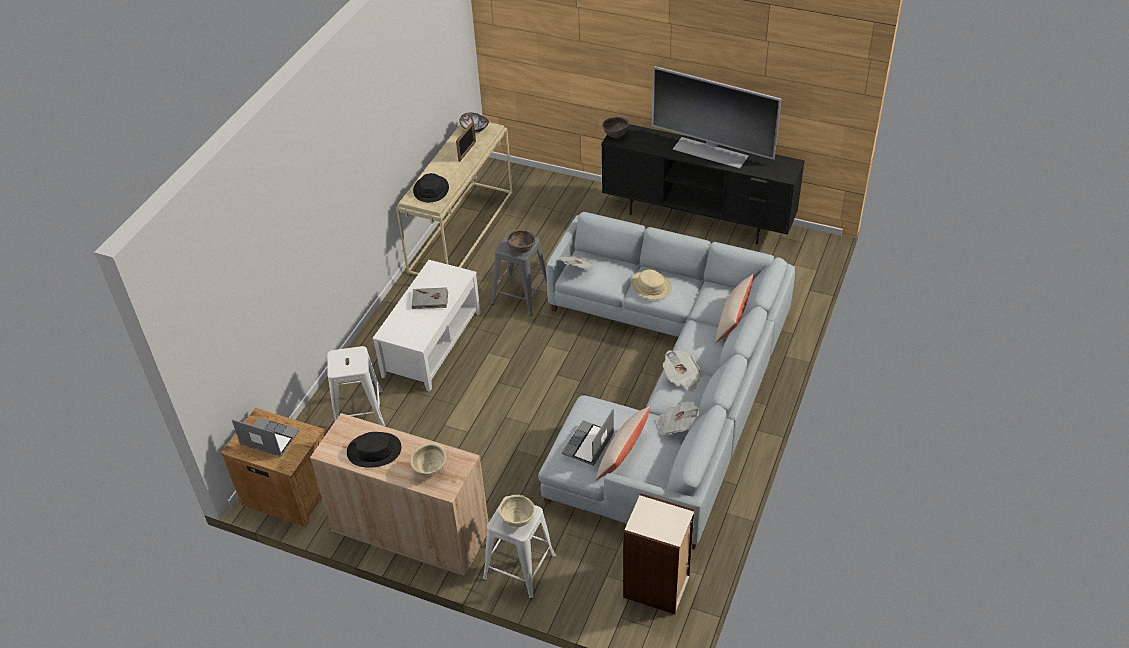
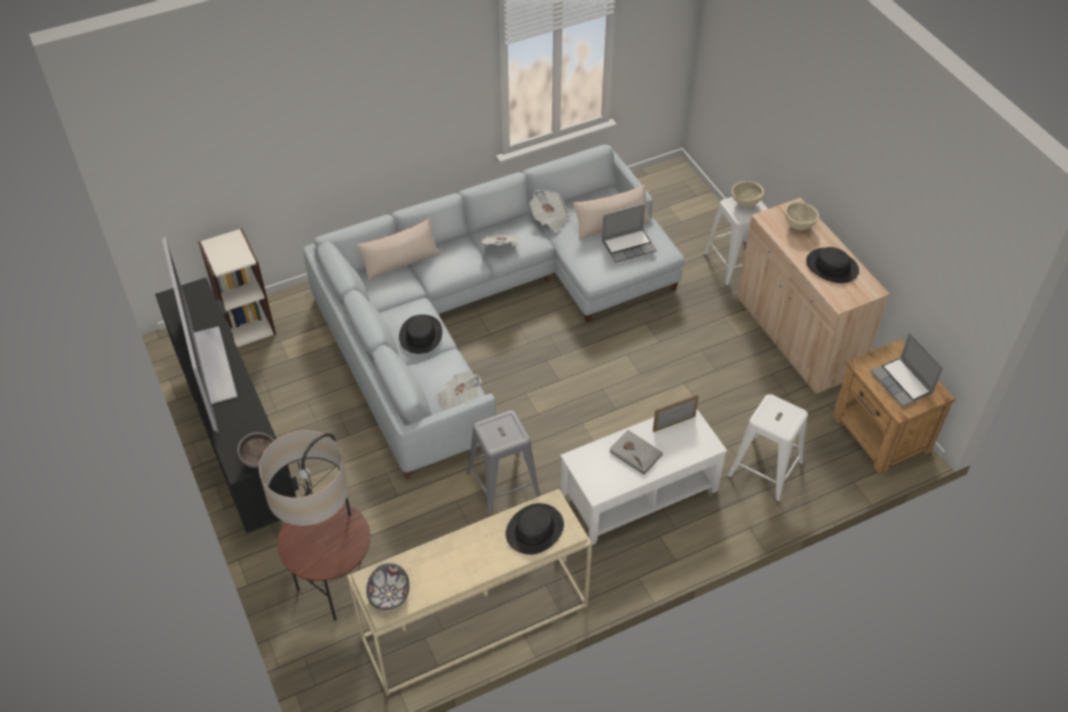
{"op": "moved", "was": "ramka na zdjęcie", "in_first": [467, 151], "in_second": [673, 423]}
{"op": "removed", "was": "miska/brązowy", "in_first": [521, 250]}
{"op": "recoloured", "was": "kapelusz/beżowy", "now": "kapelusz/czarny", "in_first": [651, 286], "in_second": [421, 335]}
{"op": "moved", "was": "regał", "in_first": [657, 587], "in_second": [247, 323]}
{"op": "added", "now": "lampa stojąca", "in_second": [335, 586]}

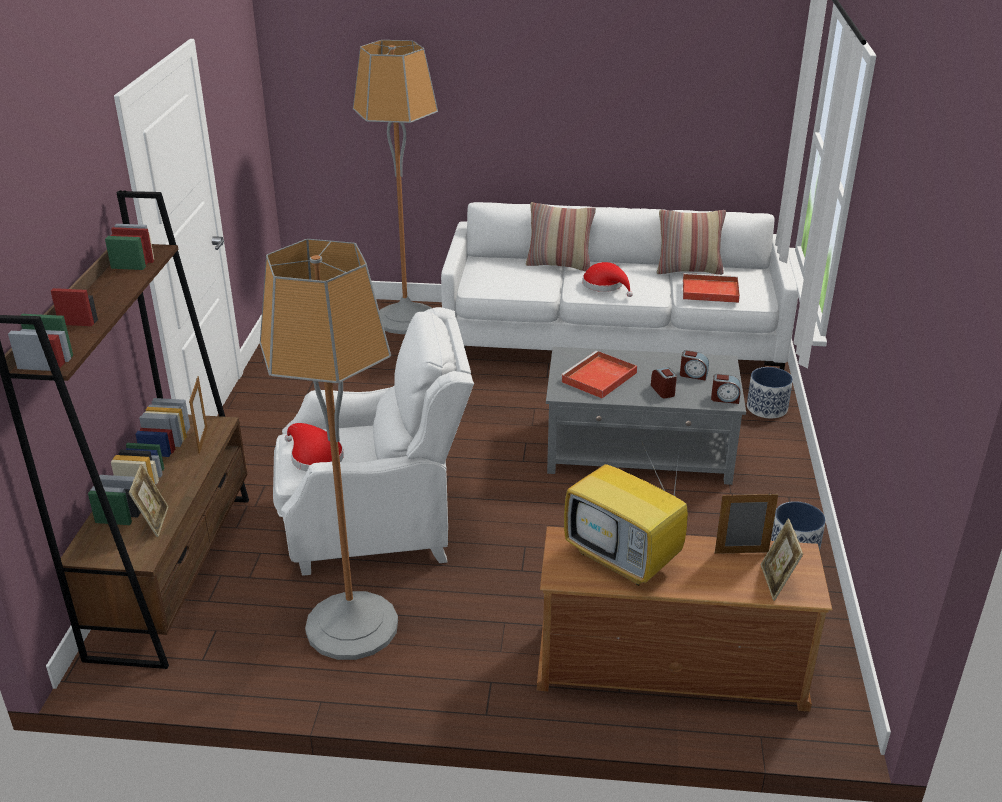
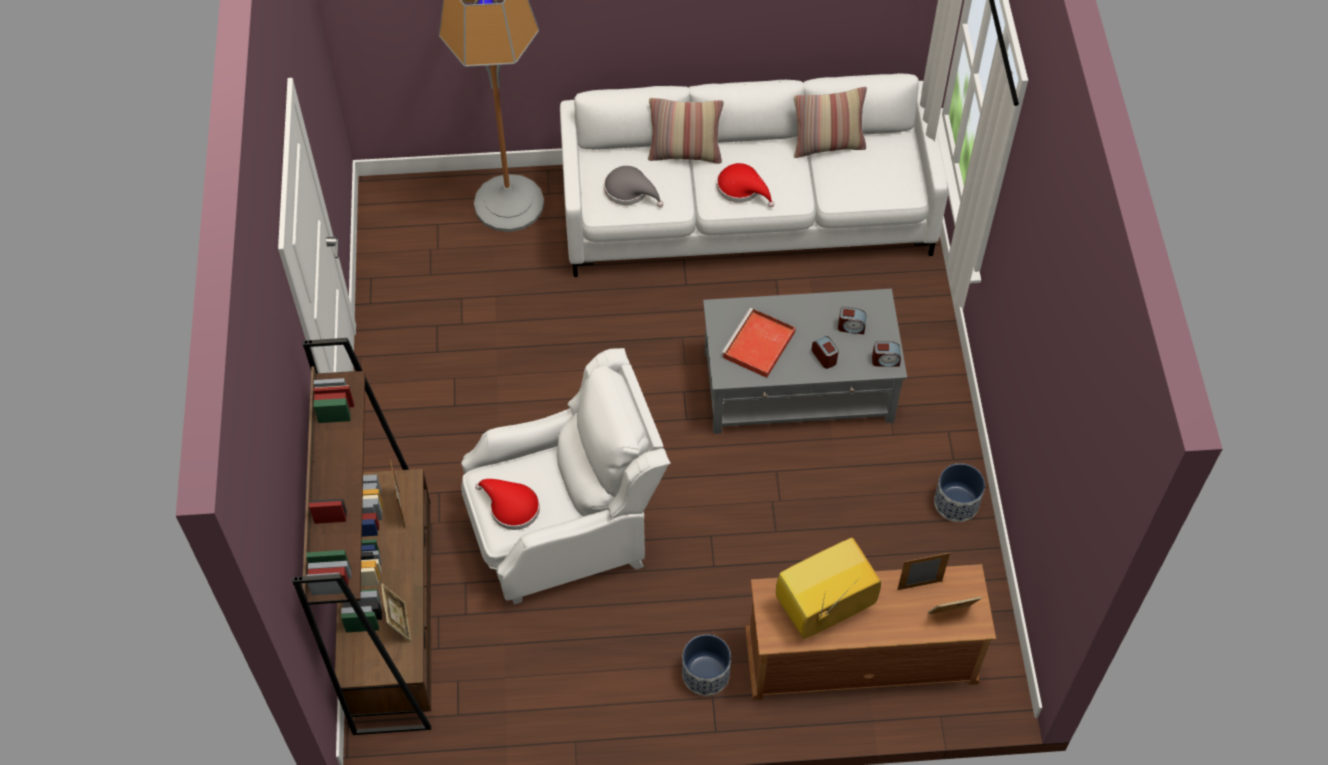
{"op": "removed", "was": "lampa stojąca", "in_first": [351, 626]}
{"op": "removed", "was": "taca/czerwony", "in_first": [708, 291]}
{"op": "moved", "was": "donica", "in_first": [767, 408], "in_second": [705, 674]}
{"op": "turned", "was": "telewizor", "in_first": [625, 559], "in_second": [823, 609], "clockwise": 120}
{"op": "turned", "was": "ramka na zdjęcie", "in_first": [777, 582], "in_second": [951, 616], "clockwise": 90}
{"op": "added", "now": "kapelusz/szary", "in_second": [630, 190]}

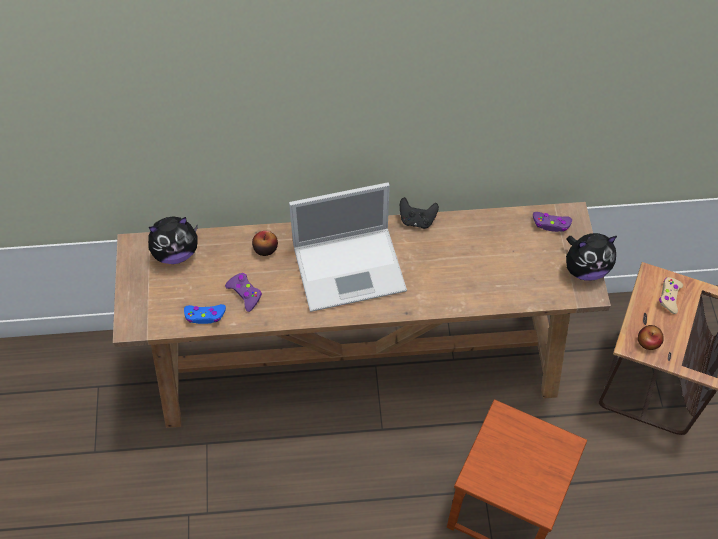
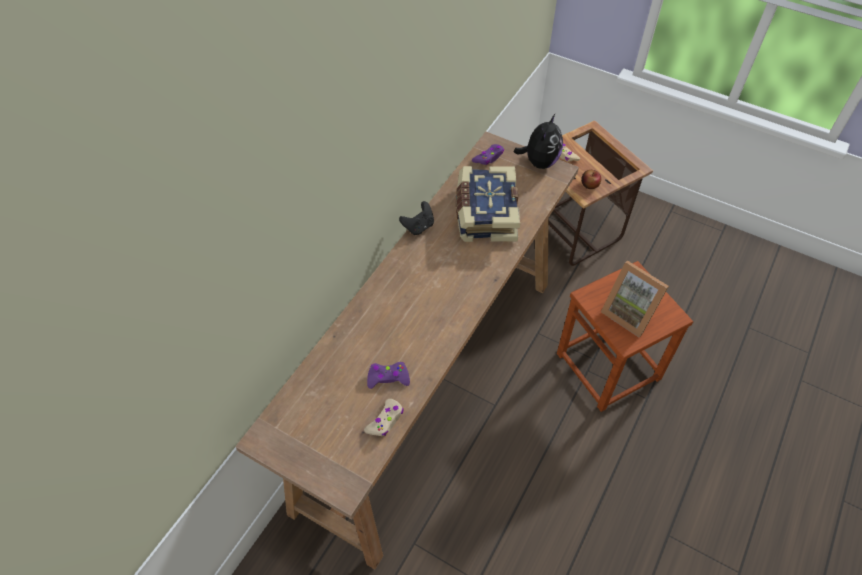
{"op": "removed", "was": "laptop", "in_first": [351, 268]}
{"op": "removed", "was": "pluszak", "in_first": [176, 252]}
{"op": "removed", "was": "jabłko", "in_first": [265, 248]}
{"op": "recoloured", "was": "pad do gier/niebieski", "now": "pad do gier/beżowy", "in_first": [205, 316], "in_second": [385, 421]}
{"op": "added", "now": "książka", "in_second": [485, 214]}
{"op": "added", "now": "ramka na zdjęcie", "in_second": [629, 313]}

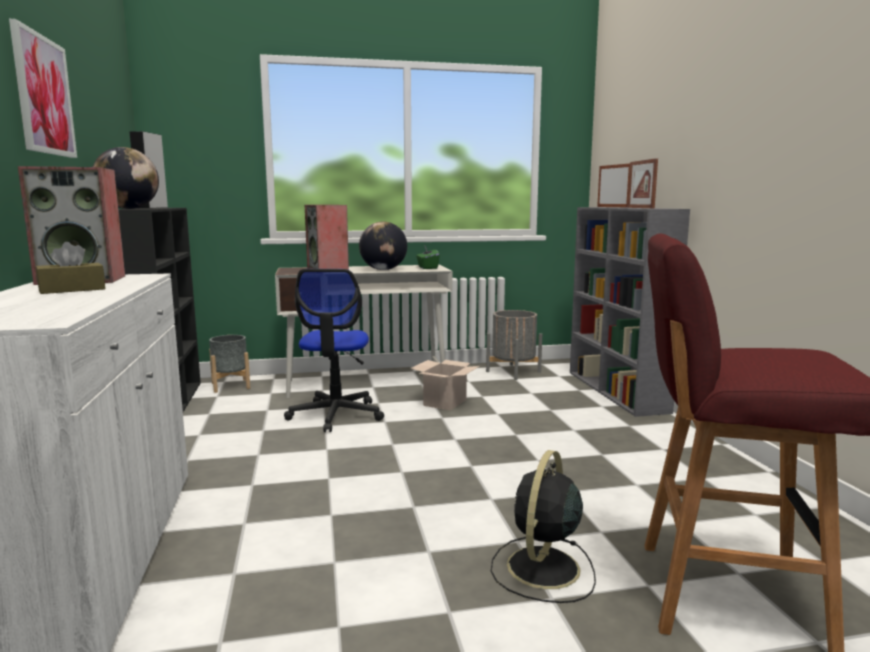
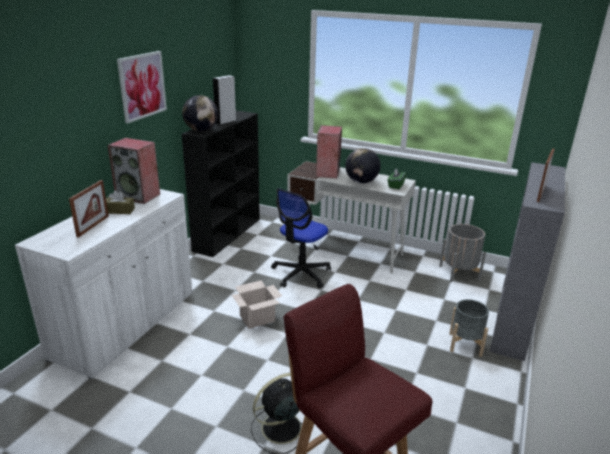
{"op": "moved", "was": "ramka na zdjęcie", "in_first": [613, 207], "in_second": [93, 226]}
{"op": "moved", "was": "donica/szary", "in_first": [230, 386], "in_second": [465, 344]}
{"op": "moved", "was": "karton", "in_first": [445, 402], "in_second": [258, 318]}

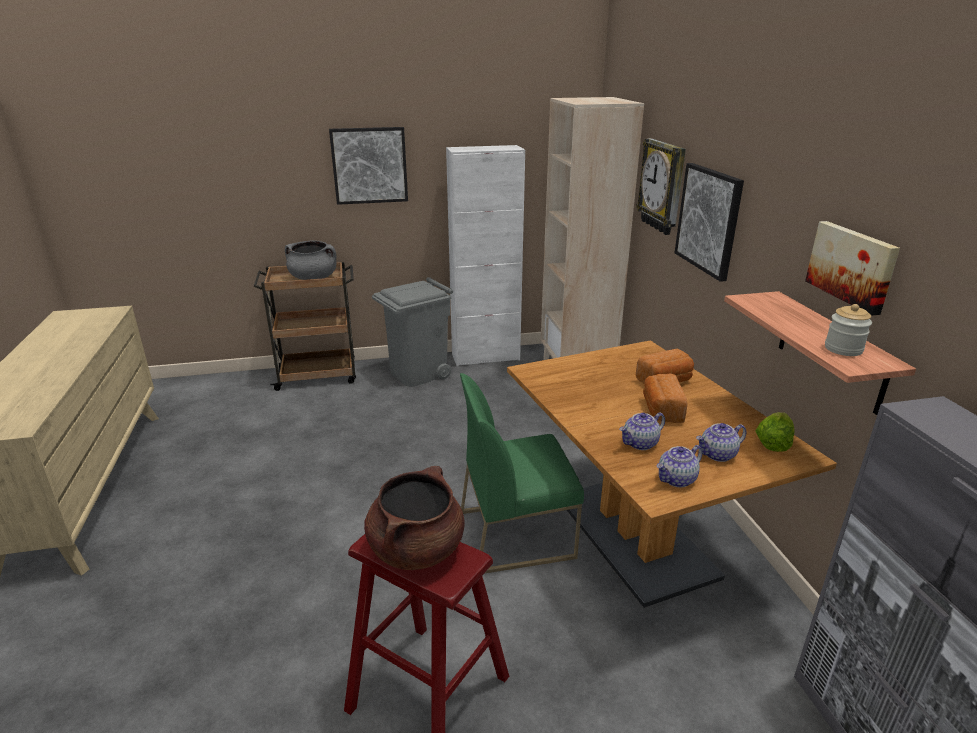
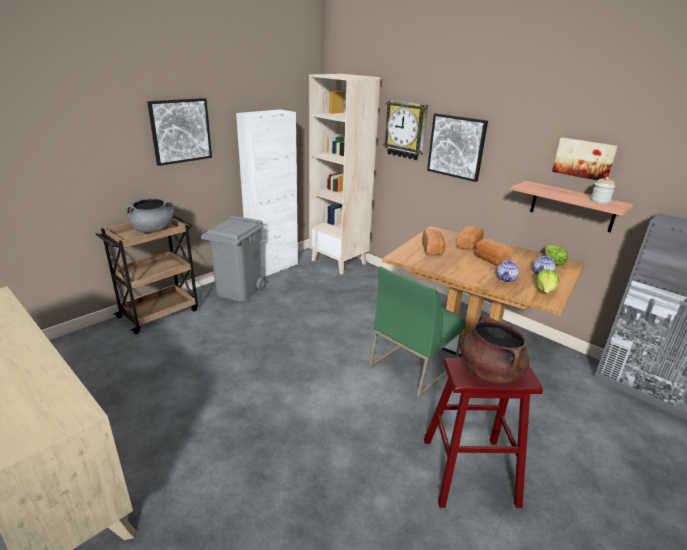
{"op": "replaced", "was": "imbryk", "now": "sałata", "in_first": [677, 480], "in_second": [545, 291]}
{"op": "added", "now": "chleb", "in_second": [432, 250]}

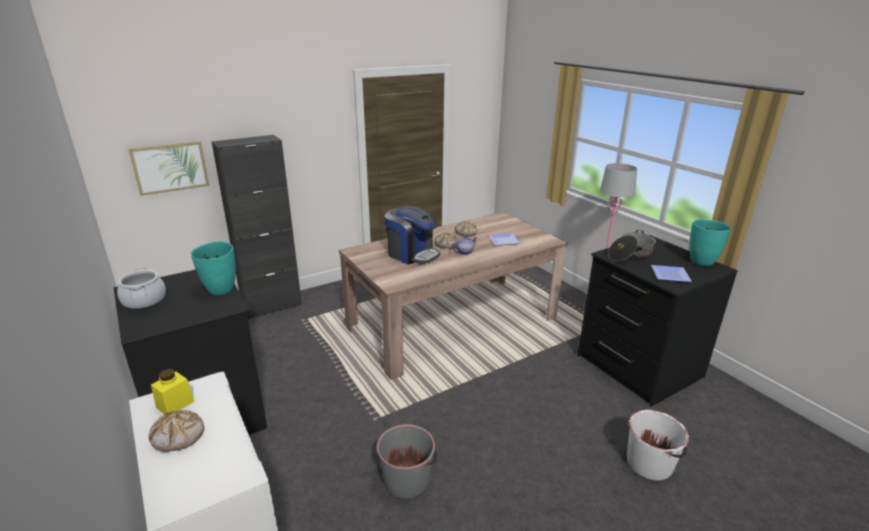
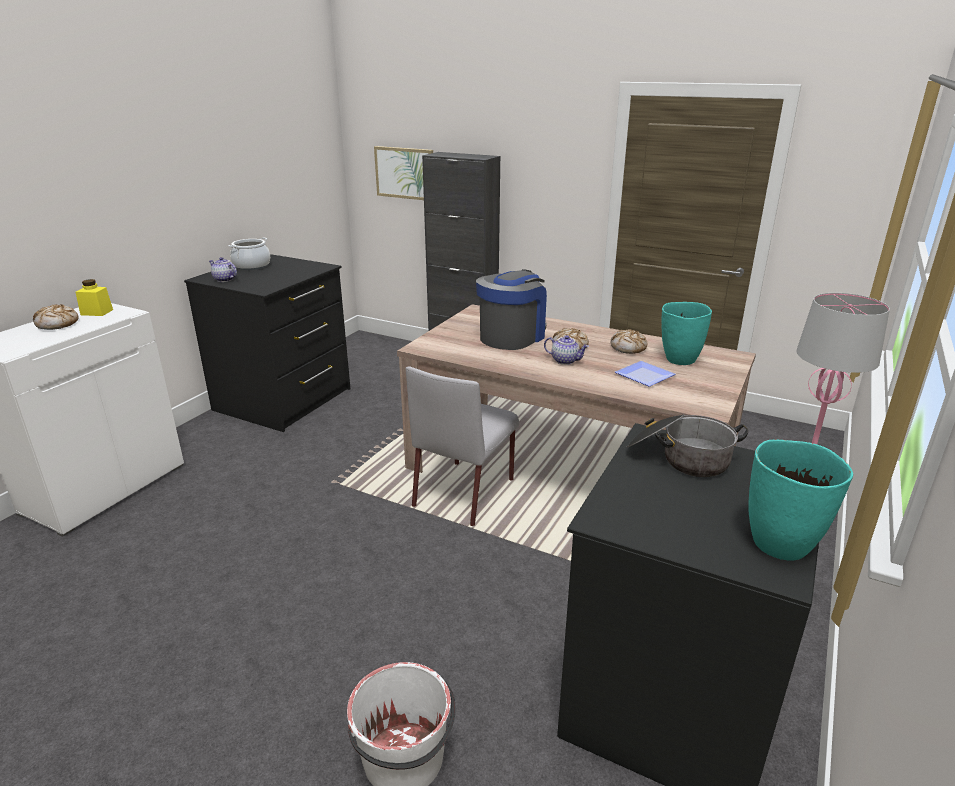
{"op": "turned", "was": "ekspres do kawy", "in_first": [412, 254], "in_second": [512, 336], "clockwise": -150}
{"op": "moved", "was": "wazon/turkusowy", "in_first": [220, 290], "in_second": [679, 360]}
{"op": "removed", "was": "talerz", "in_first": [671, 275]}
{"op": "removed", "was": "wiadro/szary", "in_first": [407, 479]}
{"op": "added", "now": "imbryk", "in_second": [224, 280]}
{"op": "added", "now": "krzesło/szary", "in_second": [465, 491]}

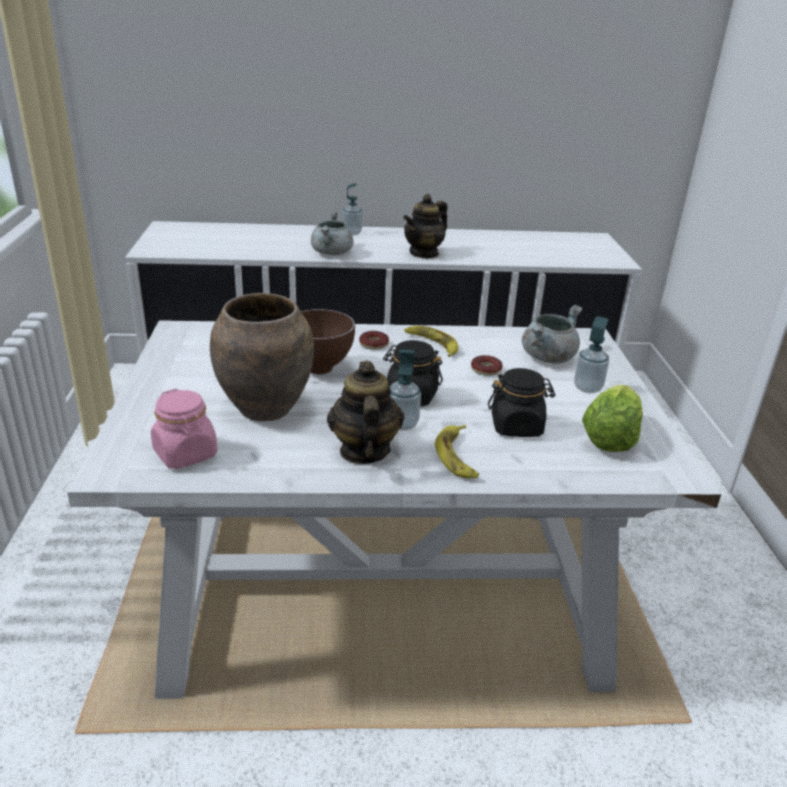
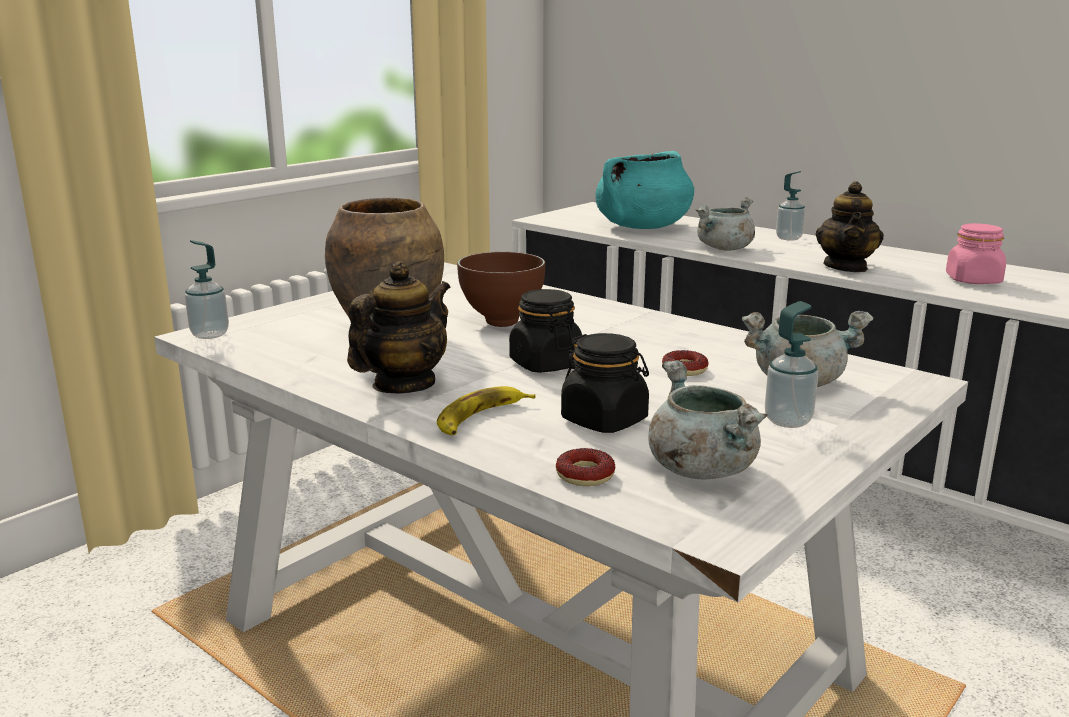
{"op": "turned", "was": "imbryk", "in_first": [424, 253], "in_second": [846, 267], "clockwise": -75}
{"op": "removed", "was": "banan", "in_first": [432, 344]}
{"op": "moved", "was": "donut", "in_first": [373, 344], "in_second": [585, 475]}
{"op": "moved", "was": "dozownik mydła", "in_first": [402, 424], "in_second": [210, 334]}
{"op": "replaced", "was": "sałata", "now": "garnek/szary", "in_first": [609, 439], "in_second": [700, 469]}
{"op": "moved", "was": "słoik/różowy", "in_first": [186, 454], "in_second": [973, 280]}
{"op": "added", "now": "garnek/turkusowy", "in_second": [642, 227]}

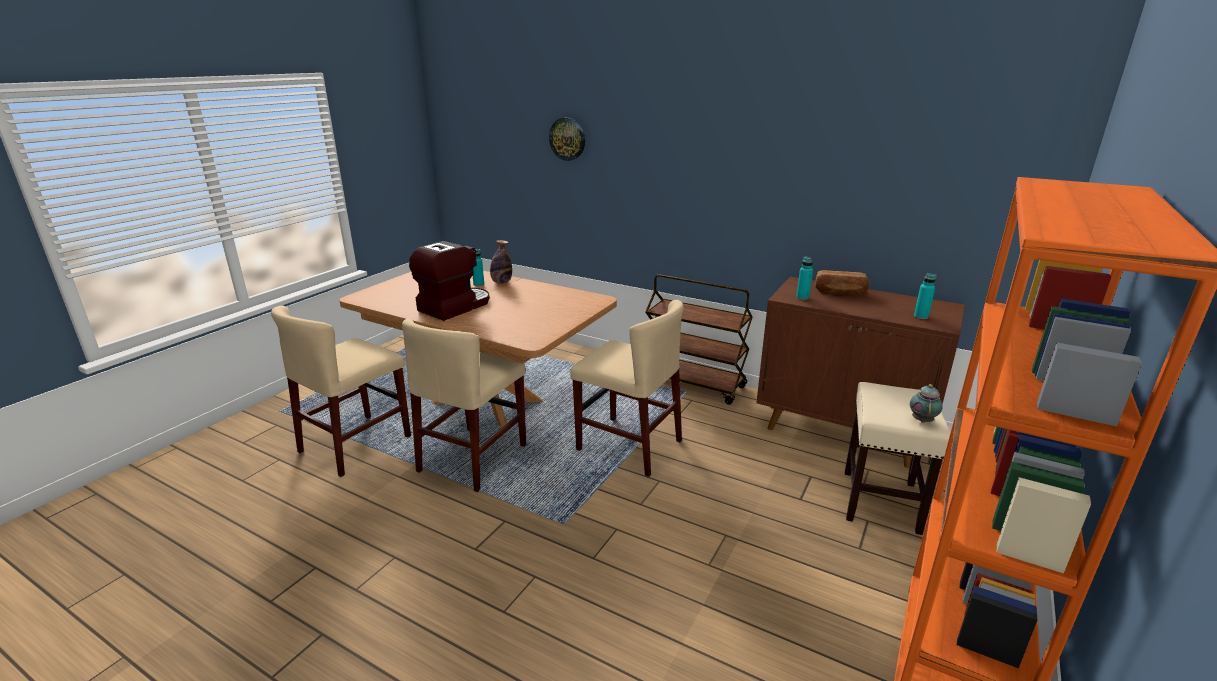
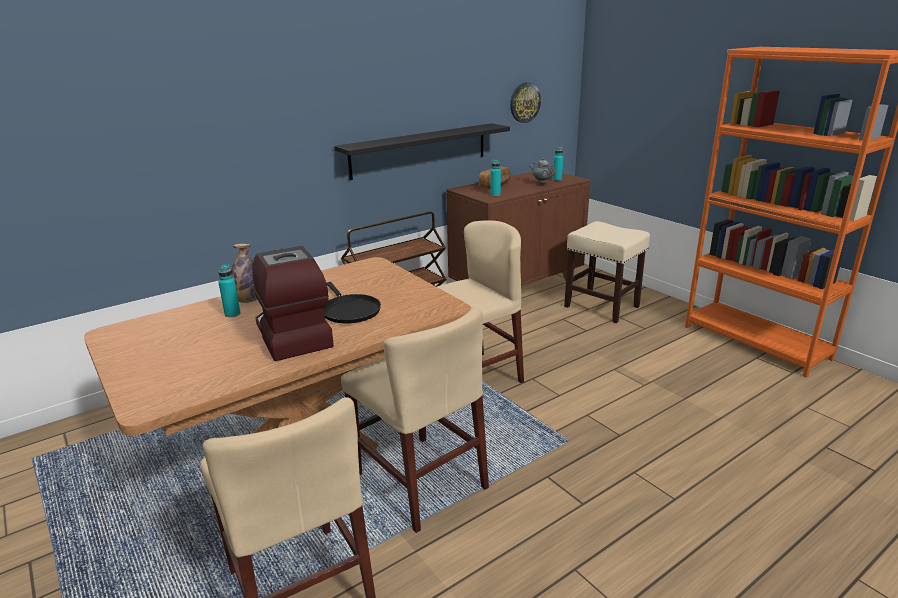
{"op": "moved", "was": "zegar ścienny", "in_first": [567, 139], "in_second": [524, 102]}
{"op": "moved", "was": "imbryk", "in_first": [922, 420], "in_second": [541, 184]}
{"op": "added", "now": "półka/czarny", "in_second": [419, 150]}
{"op": "added", "now": "patelnia/czarny", "in_second": [349, 310]}

